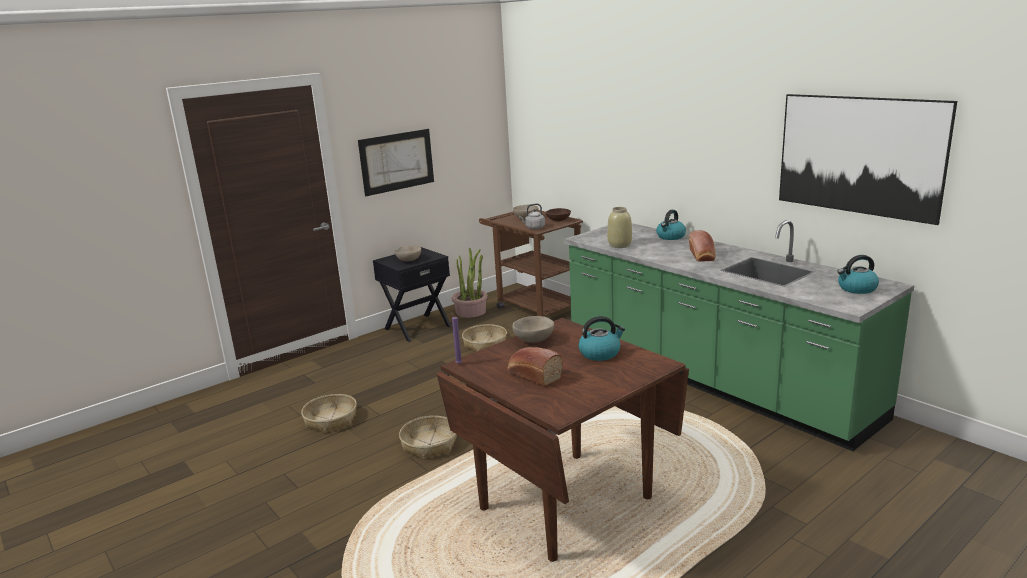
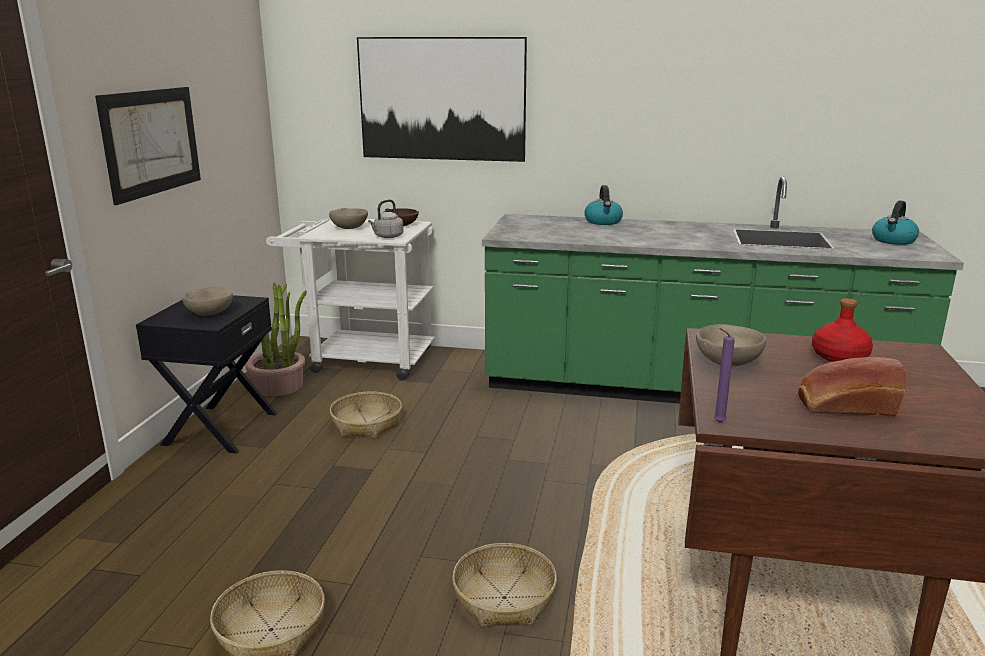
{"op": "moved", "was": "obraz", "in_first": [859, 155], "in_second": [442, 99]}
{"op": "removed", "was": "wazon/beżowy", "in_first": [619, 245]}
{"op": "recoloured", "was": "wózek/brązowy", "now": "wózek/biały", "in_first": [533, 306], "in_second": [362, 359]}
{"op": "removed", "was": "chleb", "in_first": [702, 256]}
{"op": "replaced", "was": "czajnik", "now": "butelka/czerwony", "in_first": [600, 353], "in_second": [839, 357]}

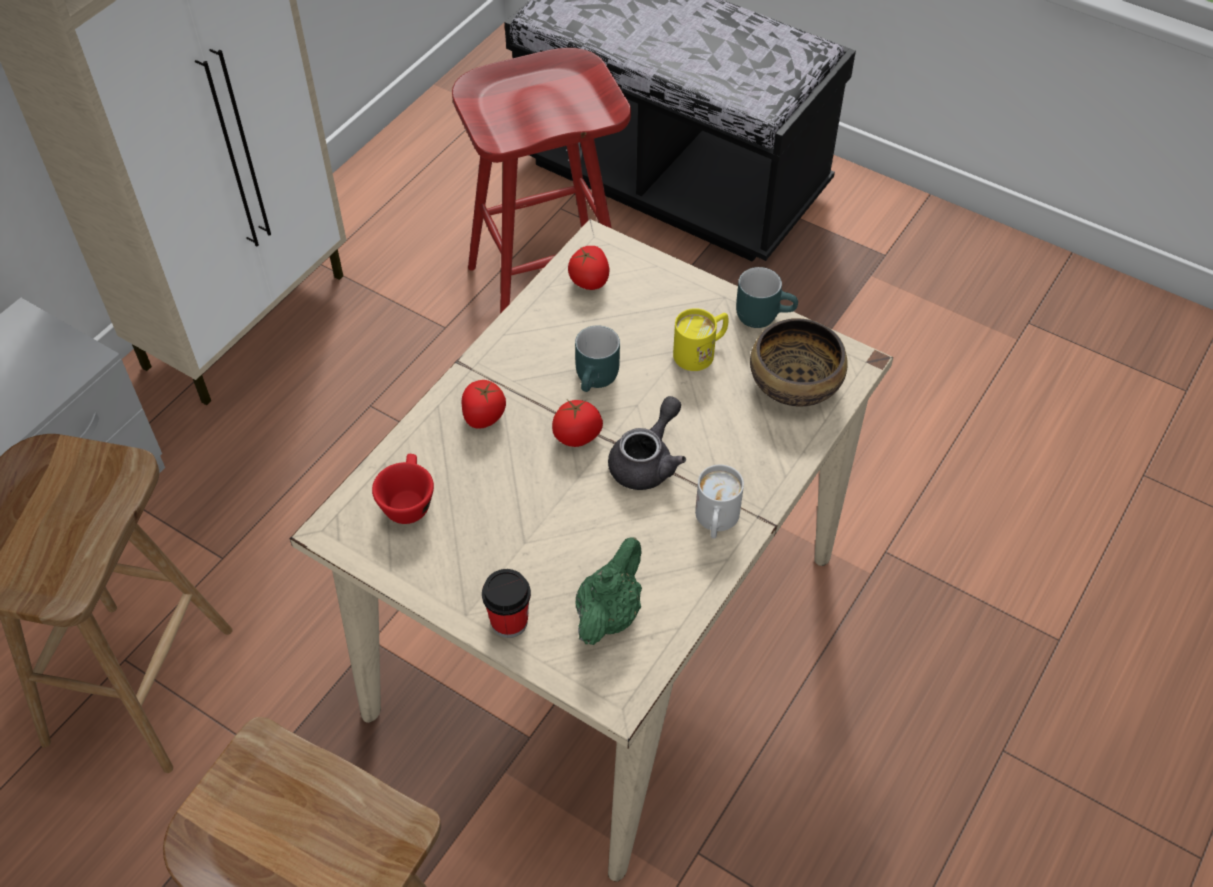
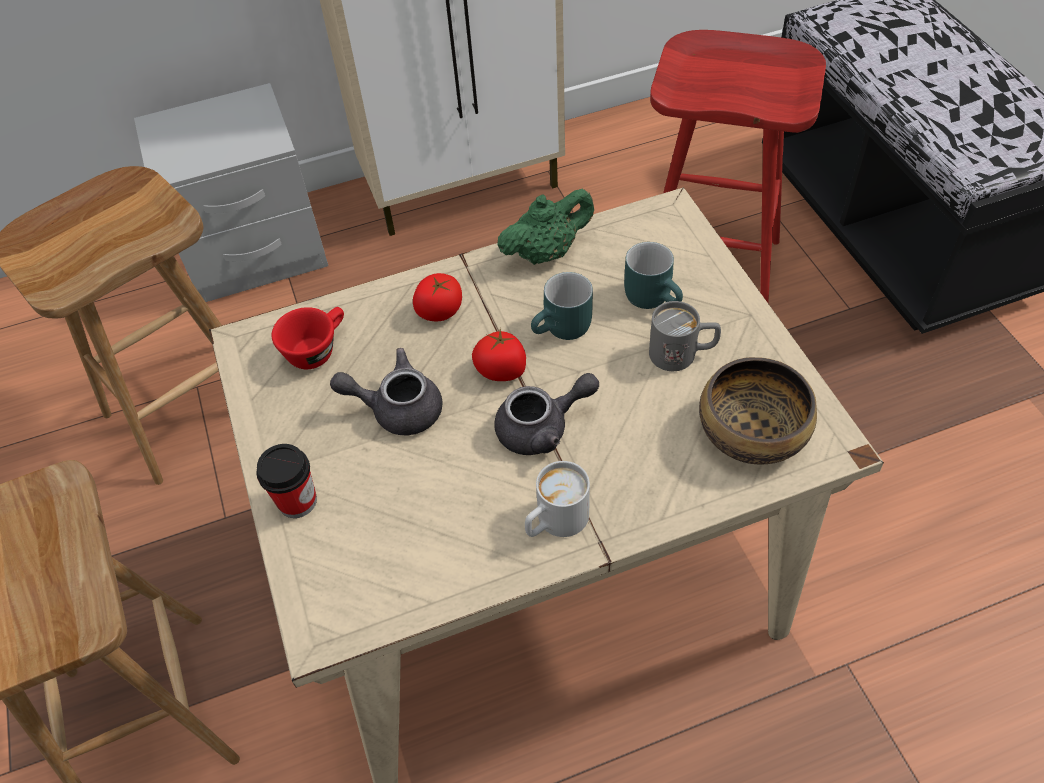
{"op": "removed", "was": "pomidor", "in_first": [589, 281]}
{"op": "moved", "was": "kubek/turkusowy", "in_first": [763, 313], "in_second": [654, 297]}
{"op": "recoloured", "was": "kubek/żółty", "now": "kubek/szary", "in_first": [701, 351], "in_second": [682, 354]}
{"op": "moved", "was": "imbryk/zielony", "in_first": [609, 613], "in_second": [546, 252]}
{"op": "added", "now": "imbryk/szary", "in_second": [397, 408]}

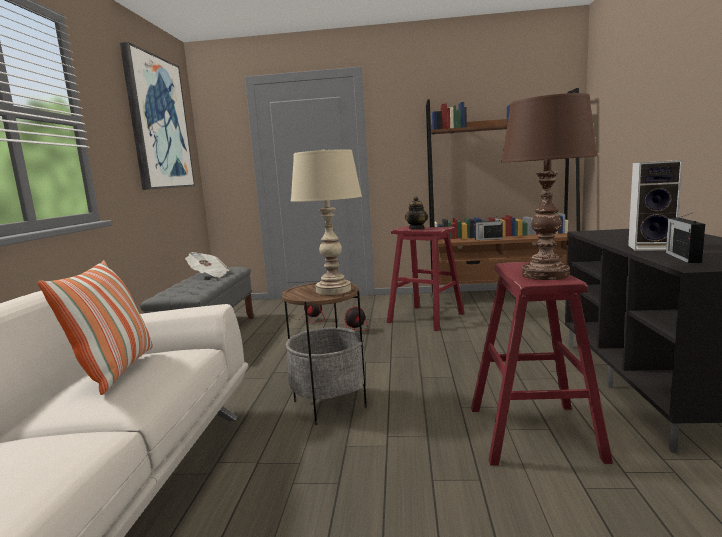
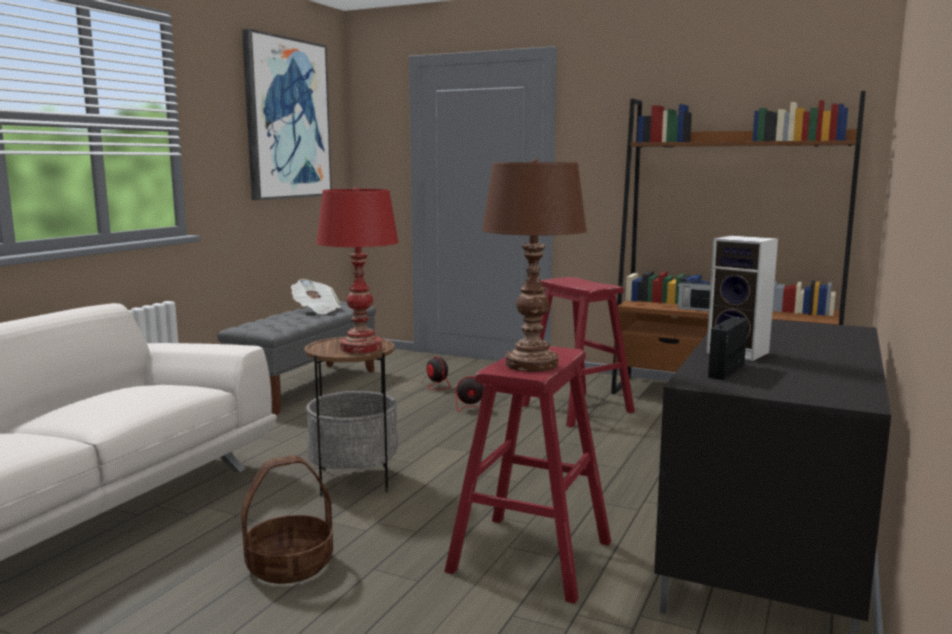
{"op": "recoloured", "was": "lampa stołowa/beżowy", "now": "lampa stołowa/czerwony", "in_first": [333, 290], "in_second": [361, 348]}
{"op": "removed", "was": "imbryk", "in_first": [417, 228]}
{"op": "removed", "was": "poduszka", "in_first": [116, 370]}
{"op": "added", "now": "koszyk", "in_second": [289, 565]}

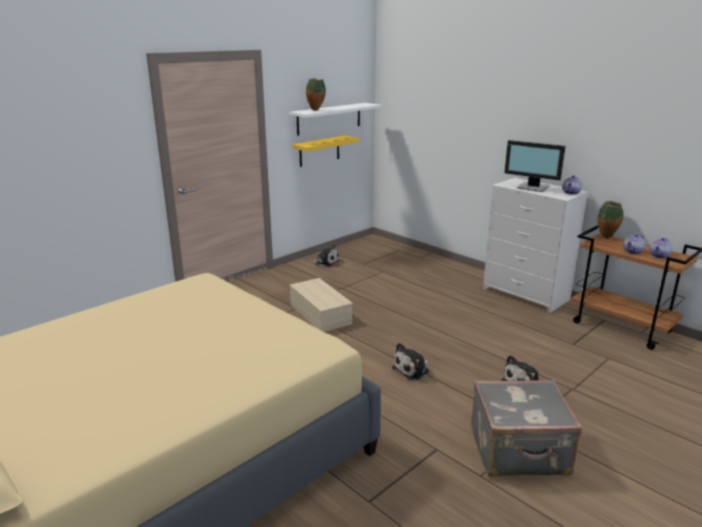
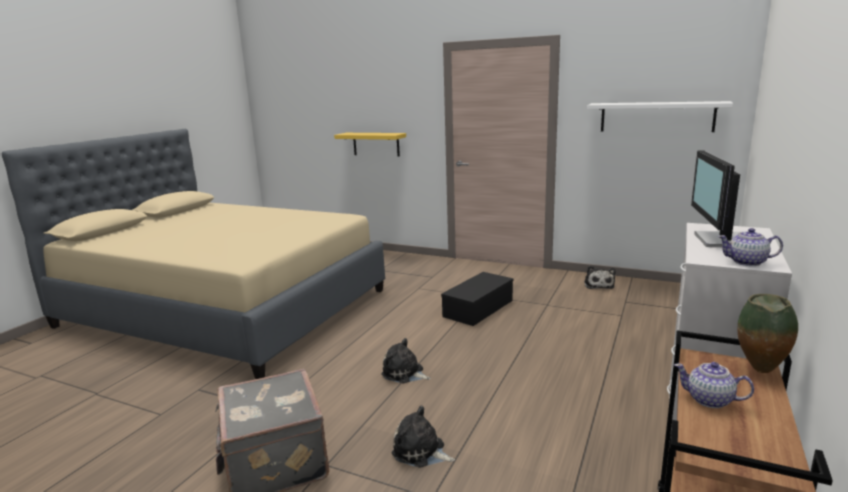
{"op": "removed", "was": "wazon", "in_first": [316, 110]}
{"op": "moved", "was": "półka/żółty", "in_first": [319, 151], "in_second": [376, 144]}
{"op": "removed", "was": "imbryk", "in_first": [659, 256]}
{"op": "recoloured", "was": "pojemnik do przechowywania/beżowy", "now": "pojemnik do przechowywania/czarny", "in_first": [319, 314], "in_second": [478, 308]}

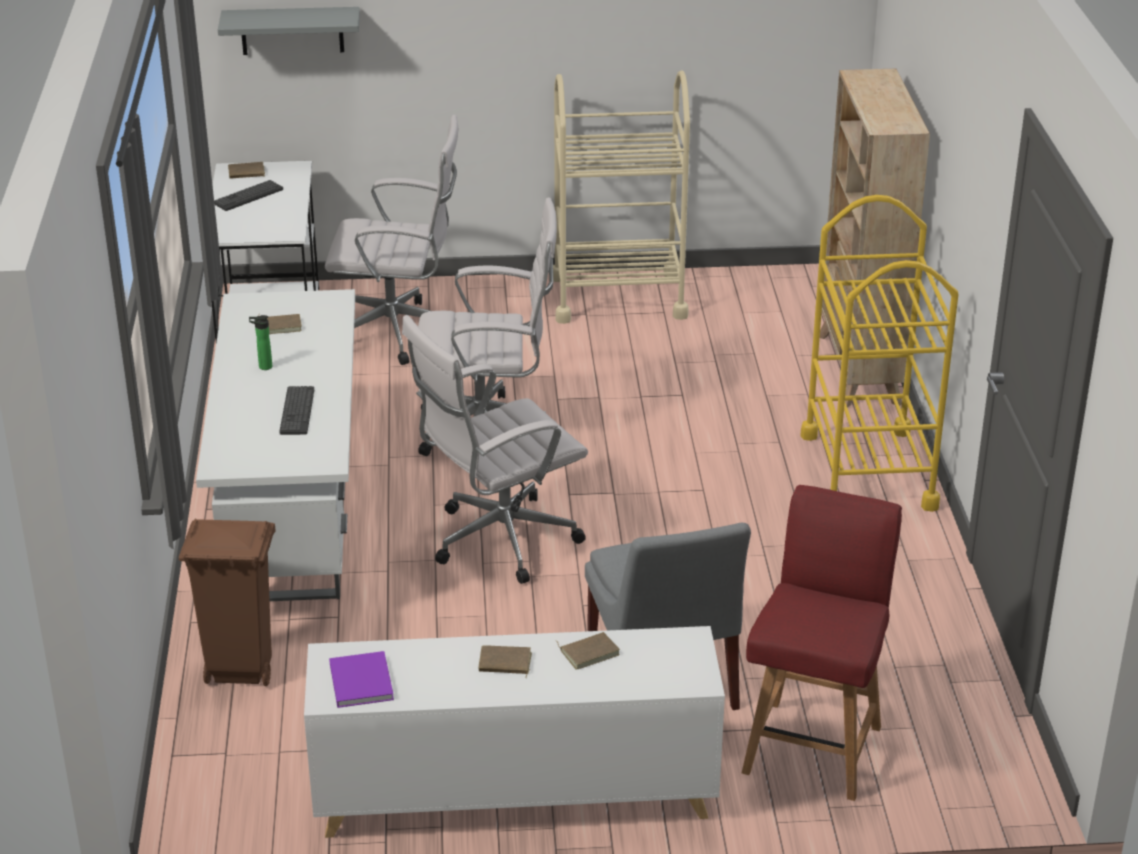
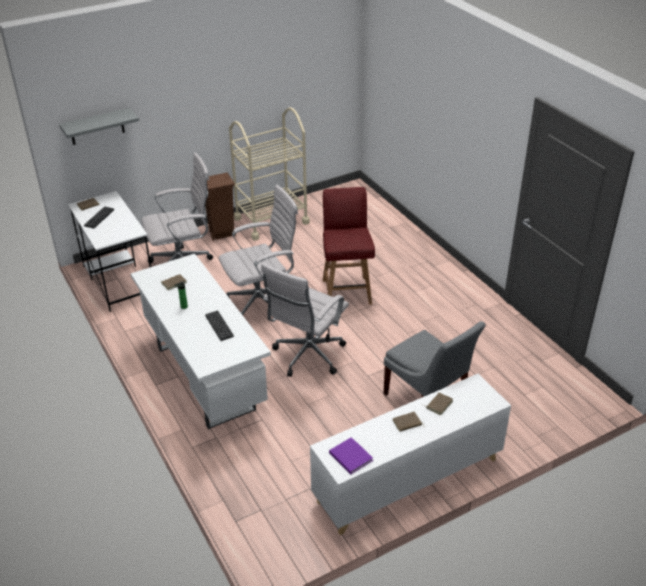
{"op": "removed", "was": "regał/beżowy", "in_first": [858, 370]}
{"op": "removed", "was": "wózek/żółty", "in_first": [868, 470]}
{"op": "moved", "was": "krzesło/czerwony", "in_first": [813, 747], "in_second": [346, 291]}
{"op": "moved", "was": "kosz na śmieci/brązowy", "in_first": [239, 671], "in_second": [221, 234]}

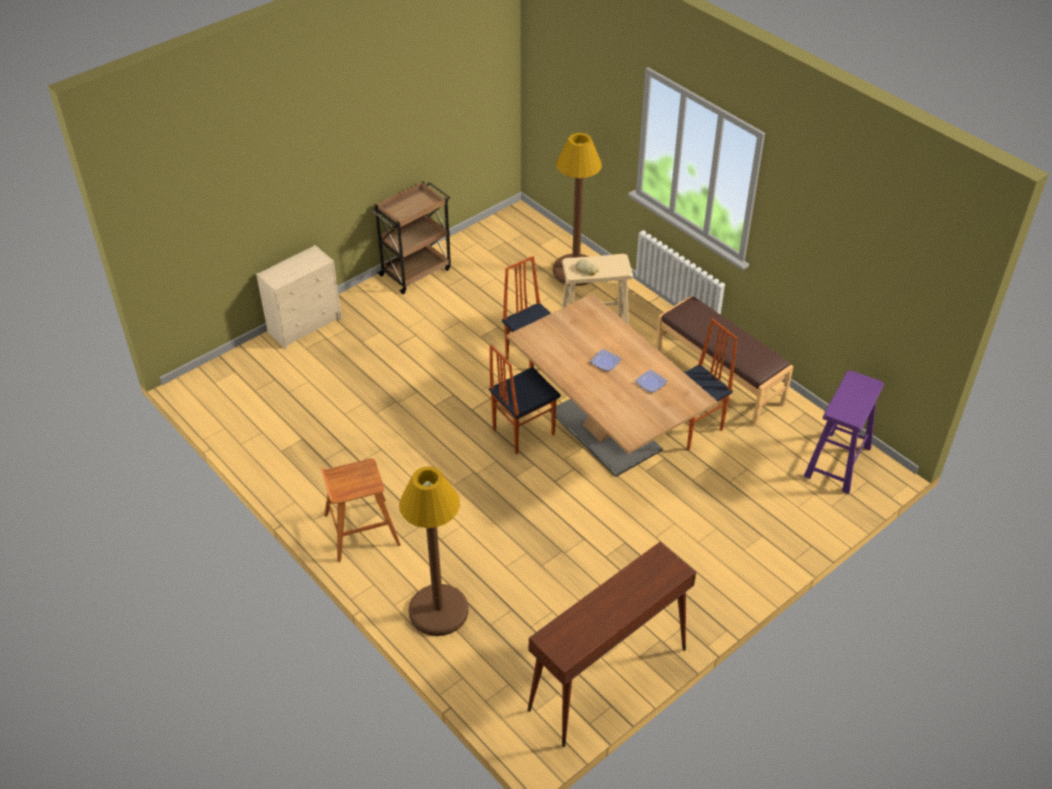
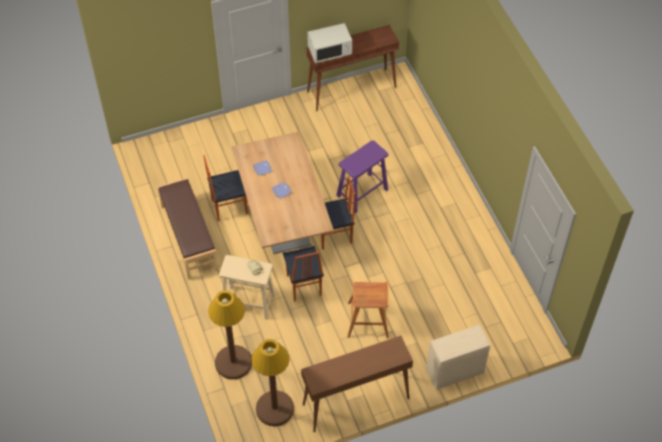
{"op": "replaced", "was": "wózek/brązowy", "now": "stolik konsolowy/brązowy", "in_first": [416, 271], "in_second": [355, 401]}
{"op": "moved", "was": "stołek/fioletowy", "in_first": [837, 462], "in_second": [362, 192]}
{"op": "moved", "was": "stołek/brązowy", "in_first": [360, 530], "in_second": [368, 320]}
{"op": "moved", "was": "lampa stojąca/brązowy", "in_first": [438, 611], "in_second": [275, 408]}
{"op": "added", "now": "mikrofalówka/biały", "in_second": [329, 51]}

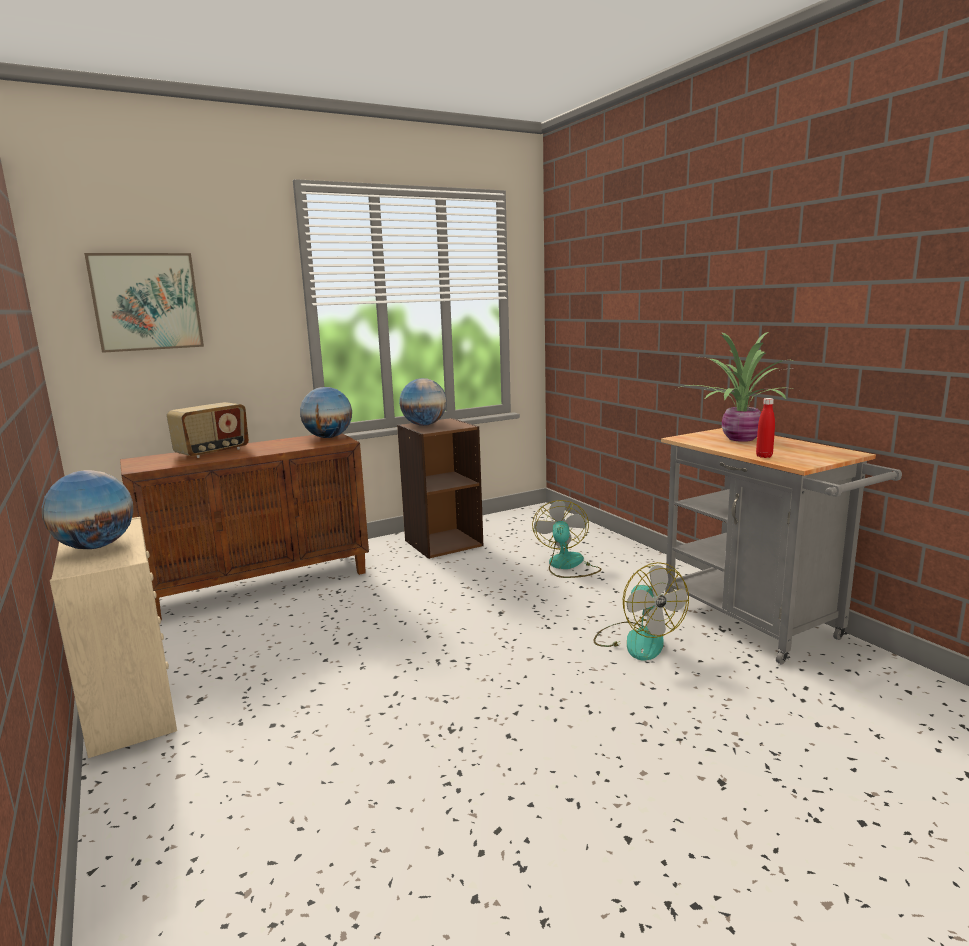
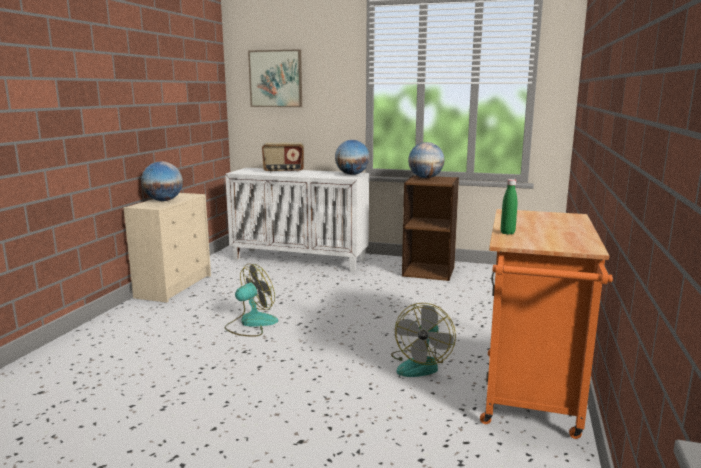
{"op": "removed", "was": "roślina doniczkowa", "in_first": [739, 438]}
{"op": "recoloured", "was": "butelka/czerwony", "now": "butelka/zielony", "in_first": [764, 456], "in_second": [507, 233]}
{"op": "recoloured", "was": "wózek/szary", "now": "wózek/pomarańczowy", "in_first": [758, 624], "in_second": [530, 398]}
{"op": "recoloured", "was": "szafka/brązowy", "now": "szafka/biały", "in_first": [262, 584], "in_second": [300, 260]}
{"op": "moved", "was": "wentylator", "in_first": [567, 566], "in_second": [251, 323]}

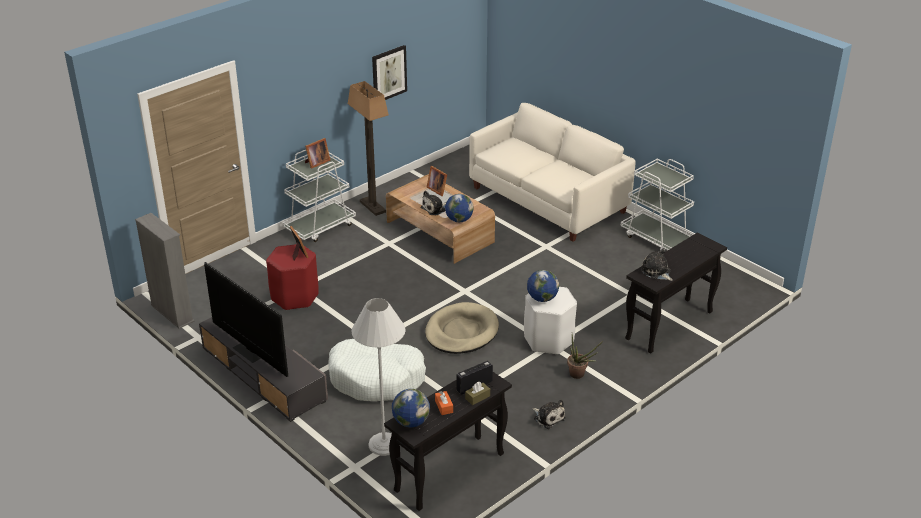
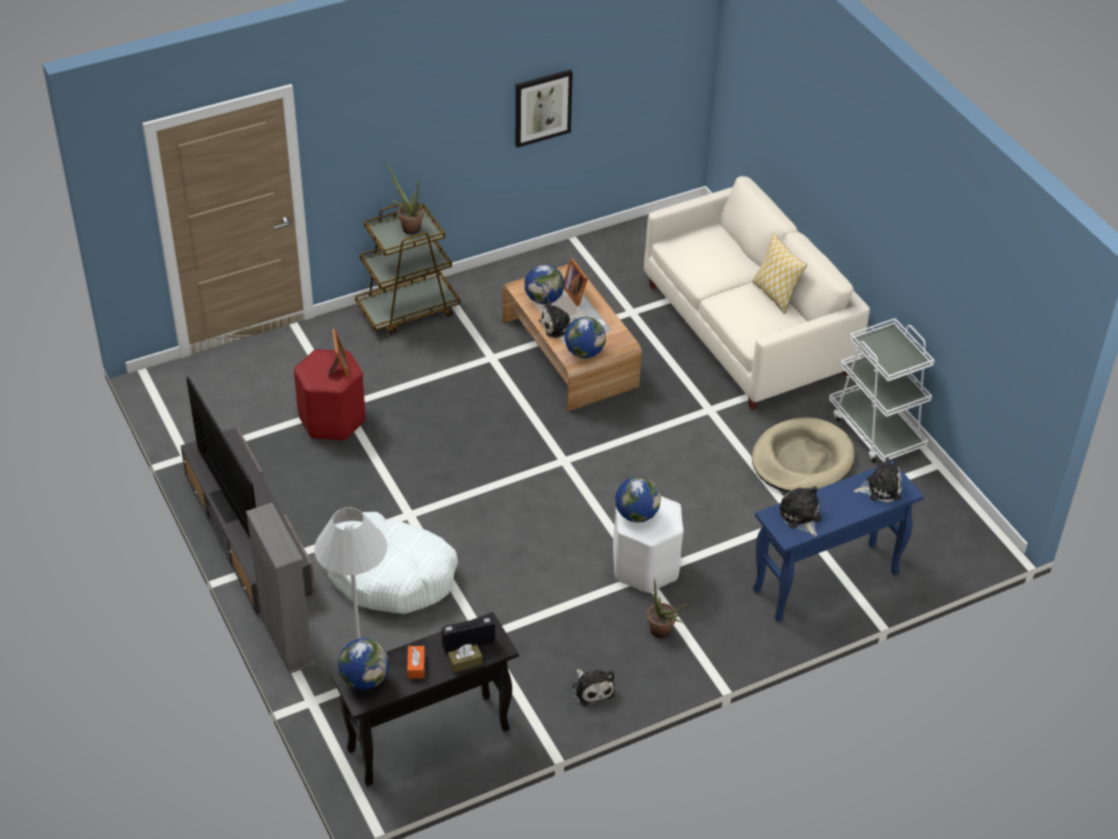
{"op": "removed", "was": "lampa stojąca", "in_first": [372, 207]}
{"op": "replaced", "was": "ramka na zdjęcie", "now": "roślina doniczkowa", "in_first": [316, 163], "in_second": [408, 227]}
{"op": "recoloured", "was": "wózek/biały", "now": "wózek/brązowy", "in_first": [320, 227], "in_second": [408, 310]}
{"op": "moved", "was": "regał/szary", "in_first": [172, 313], "in_second": [287, 641]}
{"op": "recoloured", "was": "stolik konsolowy/czarny", "now": "stolik konsolowy/niebieski", "in_first": [669, 326], "in_second": [825, 582]}
{"op": "moved", "was": "legowisko/beżowy", "in_first": [461, 332], "in_second": [801, 460]}
{"op": "added", "now": "poduszka", "in_second": [775, 295]}
{"op": "added", "now": "globus", "in_second": [544, 299]}
{"op": "added", "now": "pluszak", "in_second": [880, 488]}

